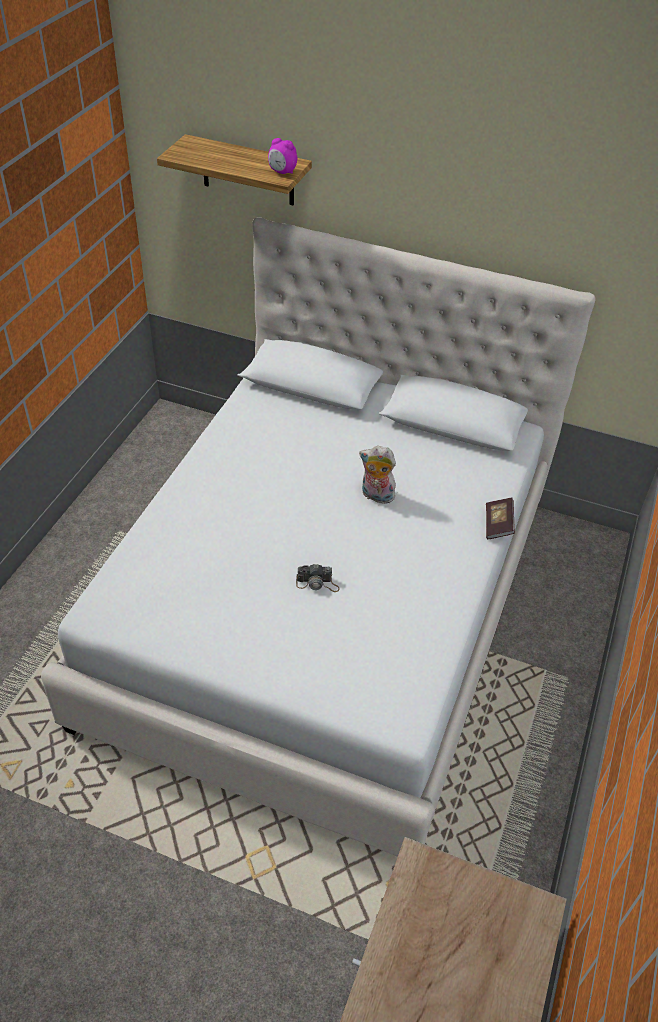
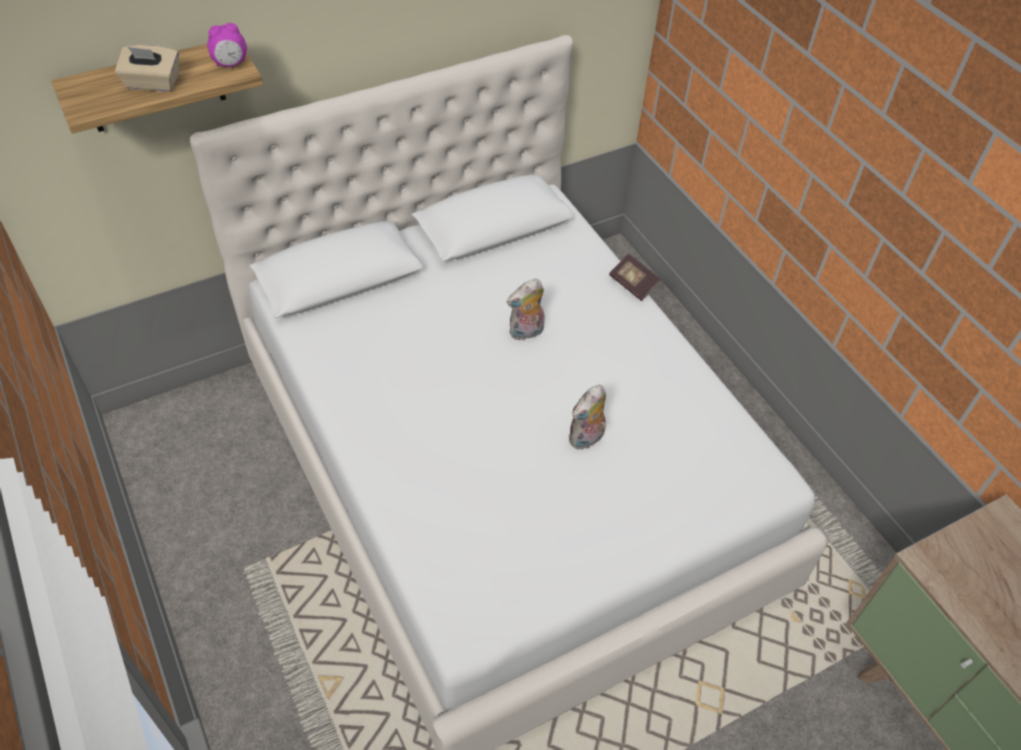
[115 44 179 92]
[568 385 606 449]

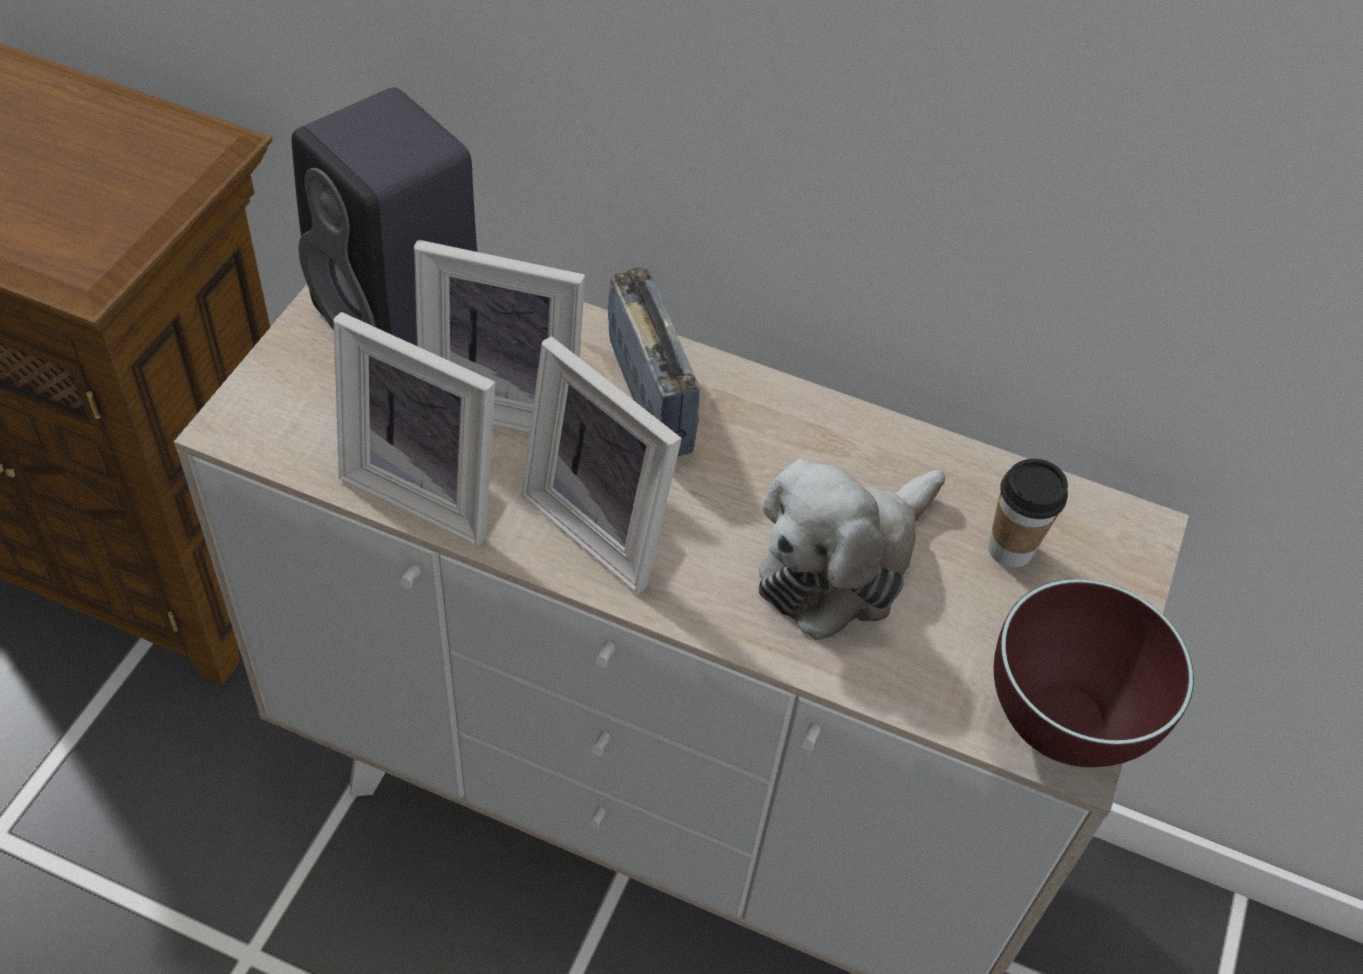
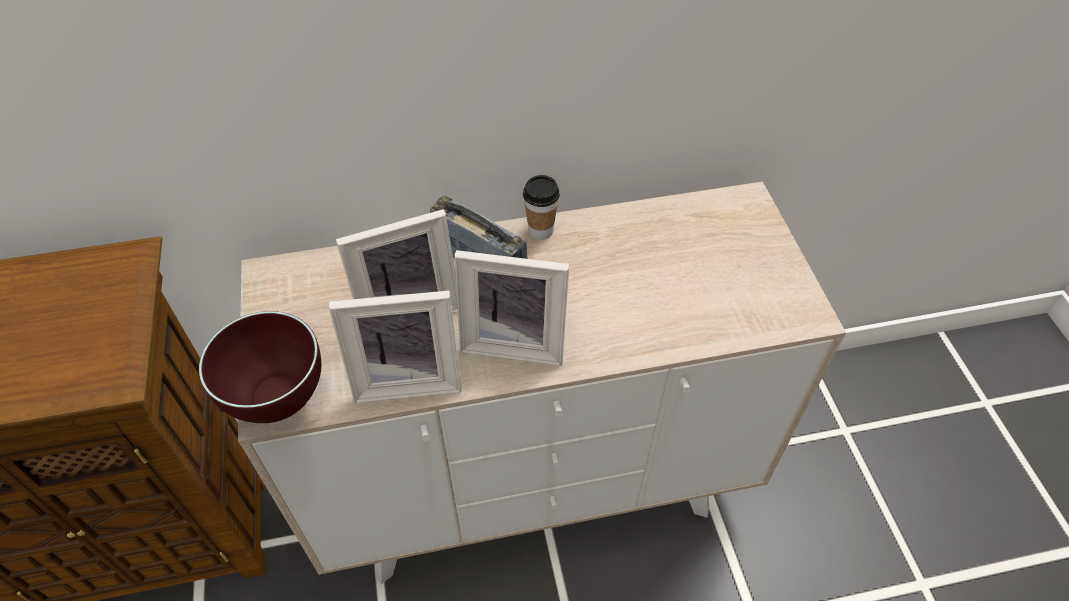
[199 311 321 423]
[523 175 560 240]
[291 87 477 346] (first image)
[759 458 945 641] (first image)

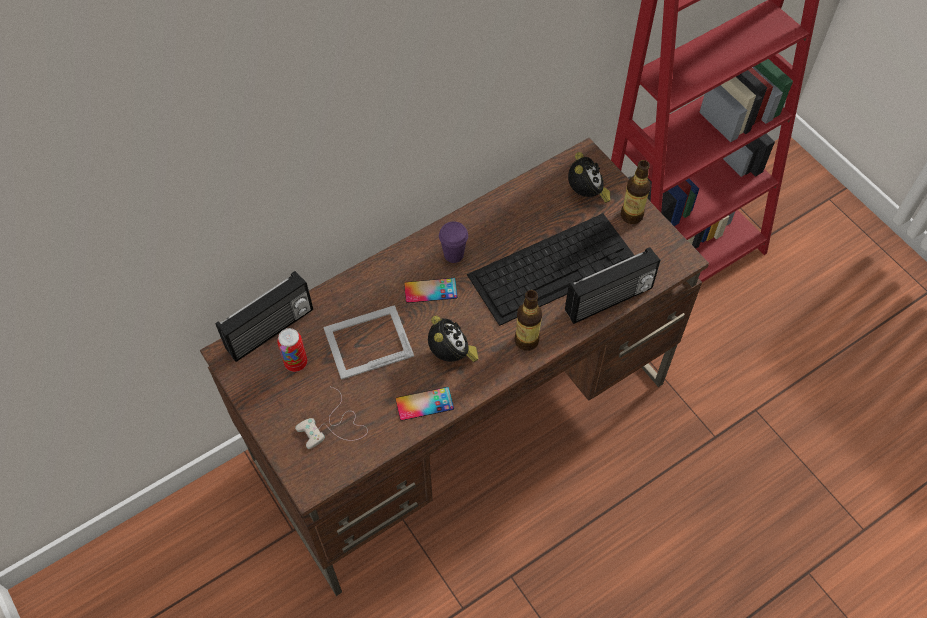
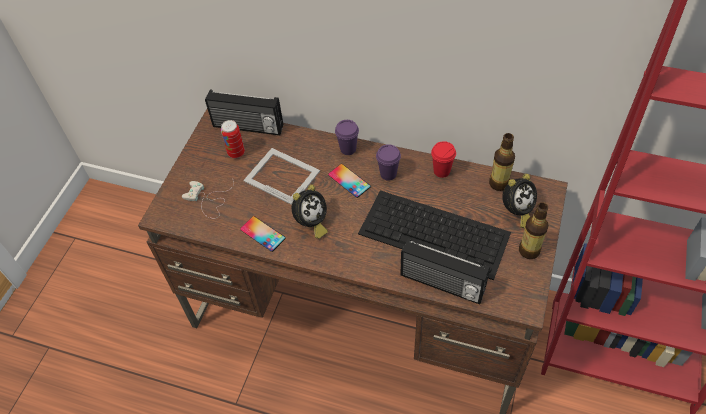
[335 120 359 155]
[431 141 456 178]
[489 133 515 191]

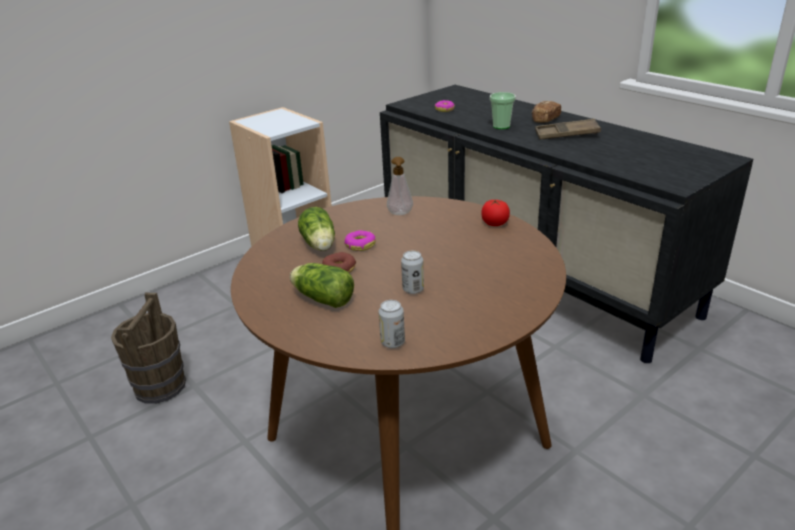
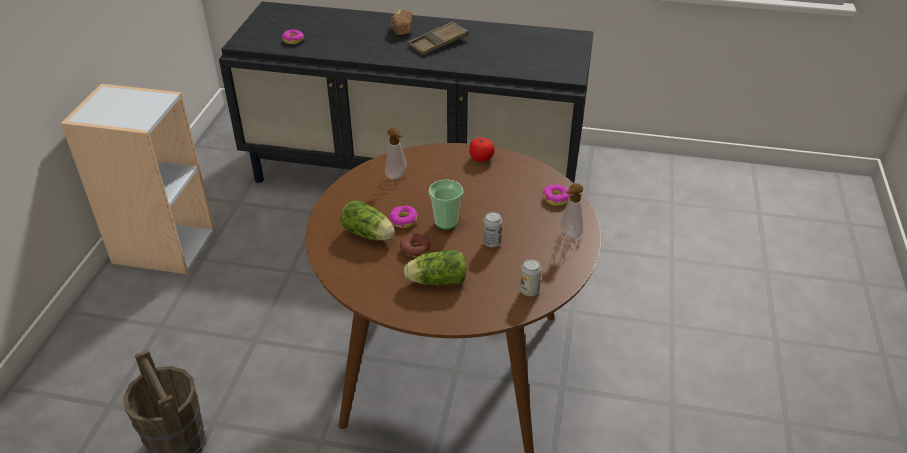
[429 179 464 230]
[543 185 570 206]
[561 183 583 239]

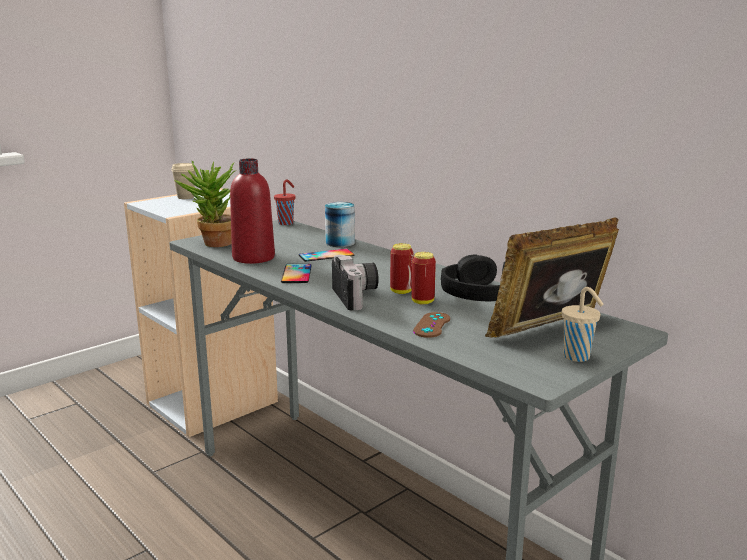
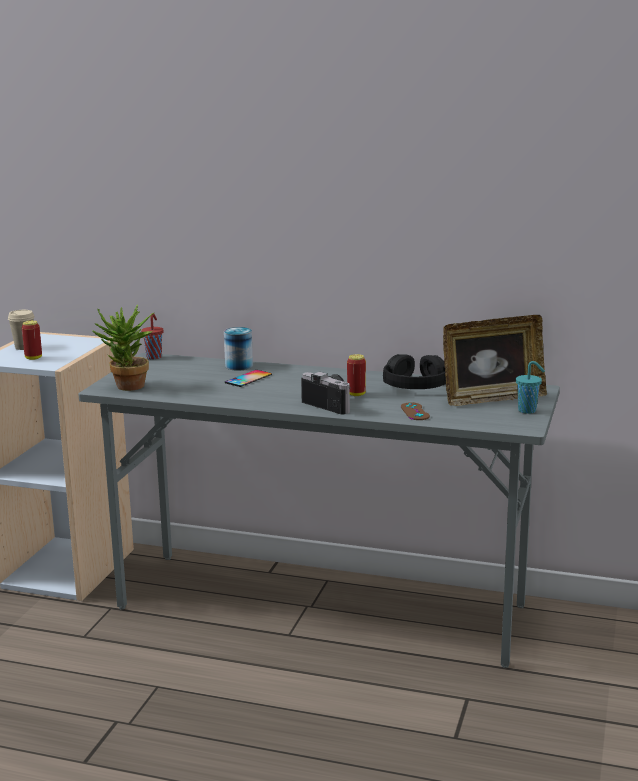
[22 320 42 360]
[443 315 547 406]
[516 361 545 414]
[230 158 275 264] (first image)
[281 264 312 283] (first image)

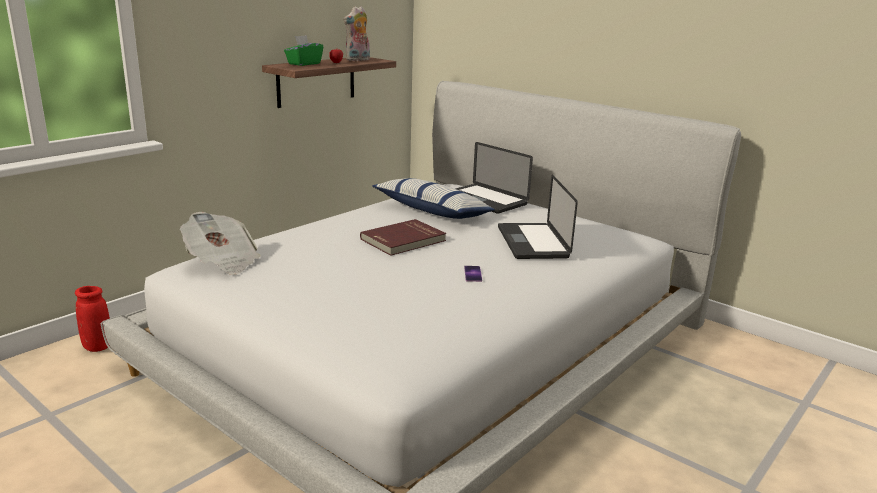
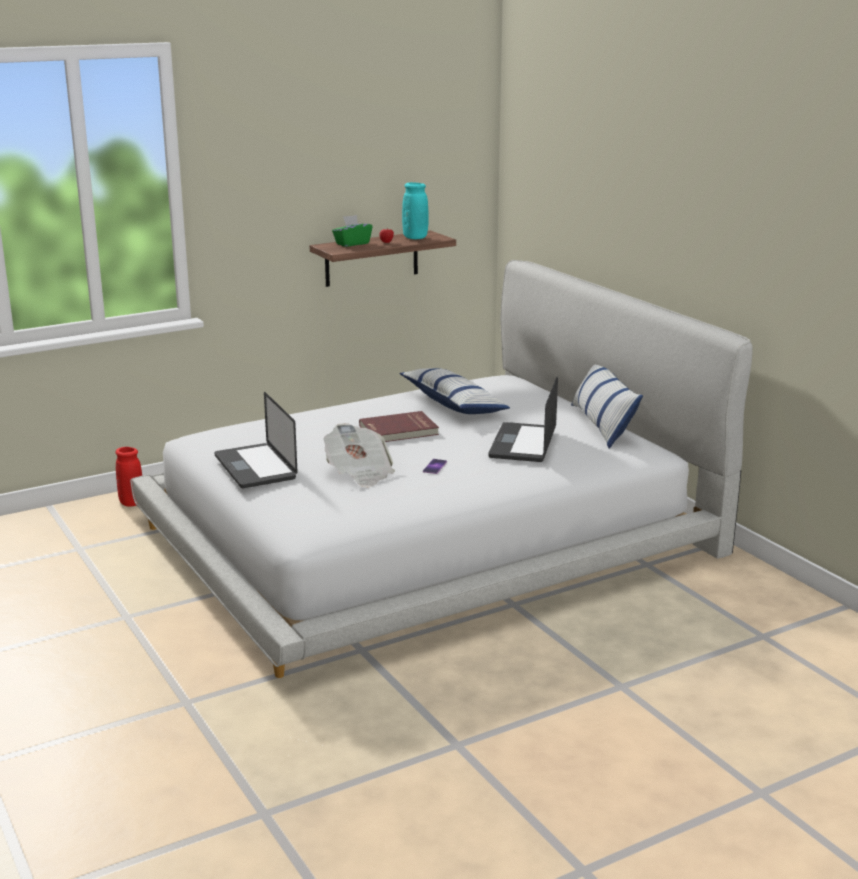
[214 392 297 488]
[323 423 395 488]
[402 182 429 239]
[571 365 643 449]

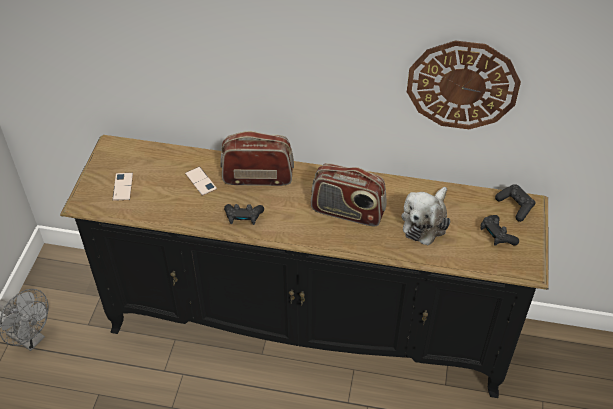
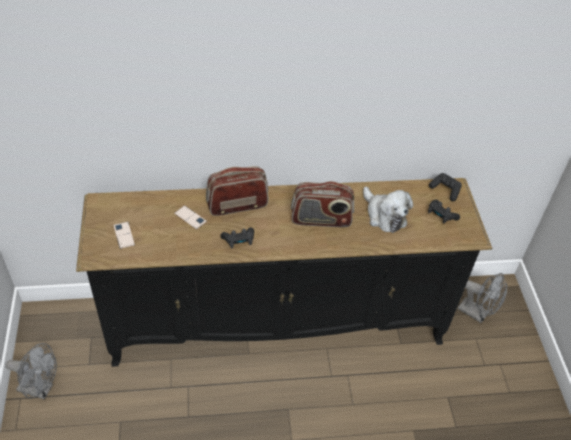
[363 187 413 233]
[458 273 507 323]
[407 40 521 129] (first image)

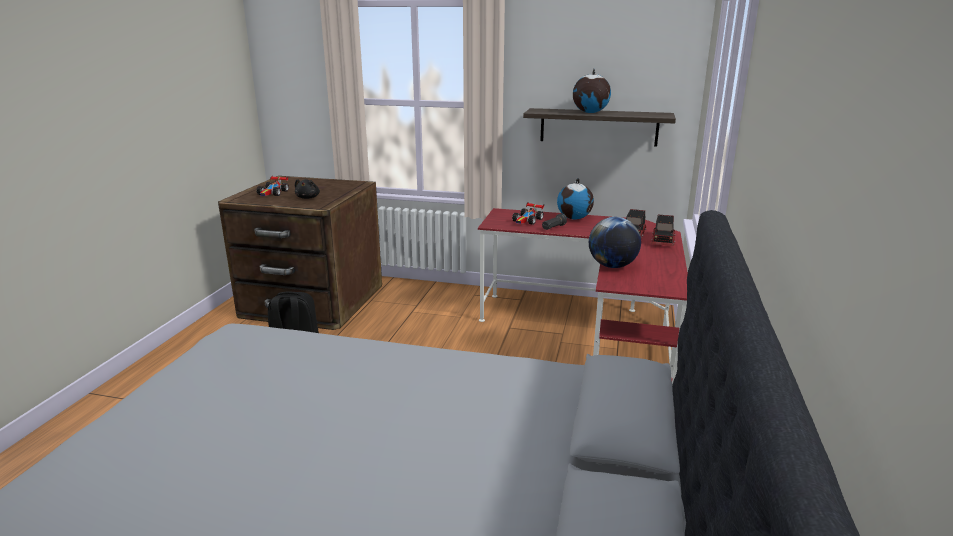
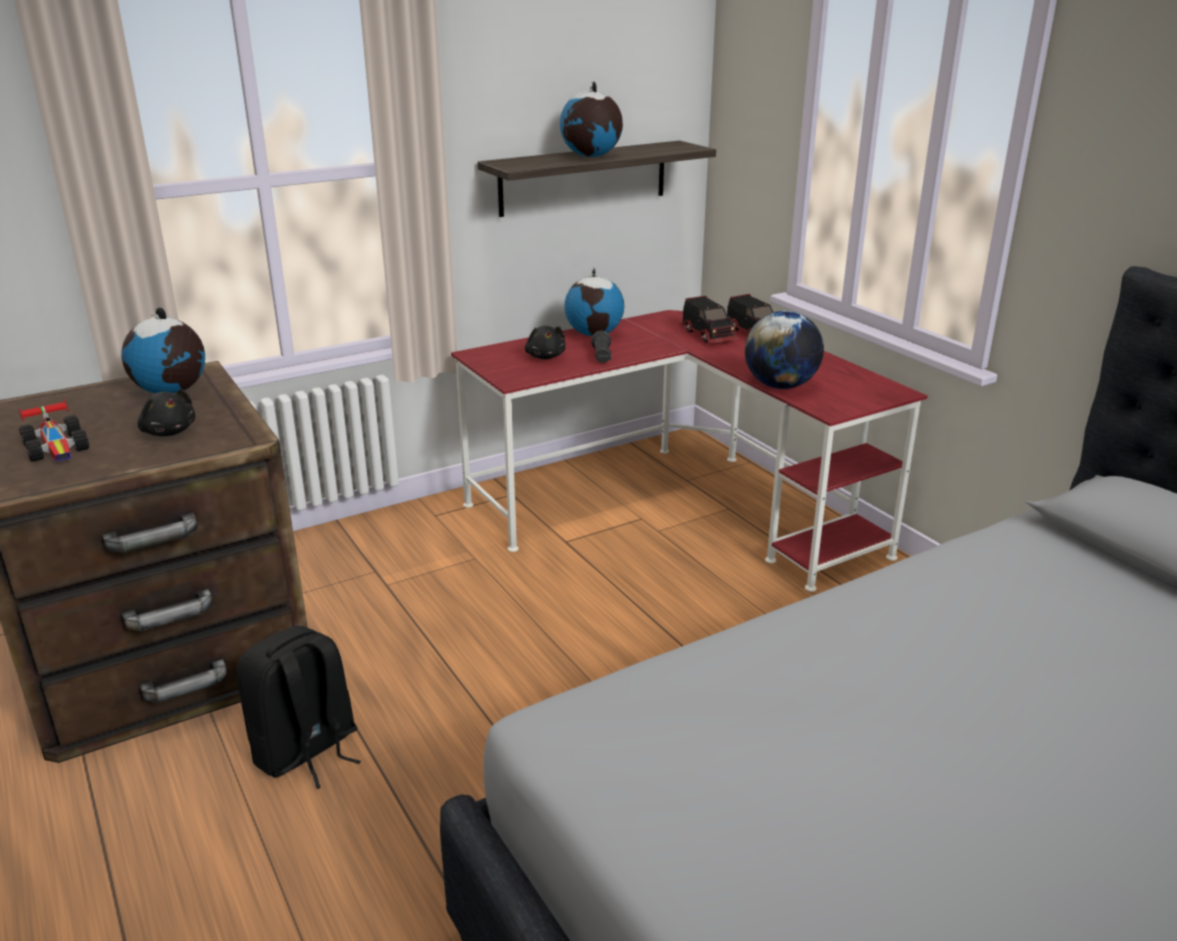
[122 307 205 394]
[525 326 566 359]

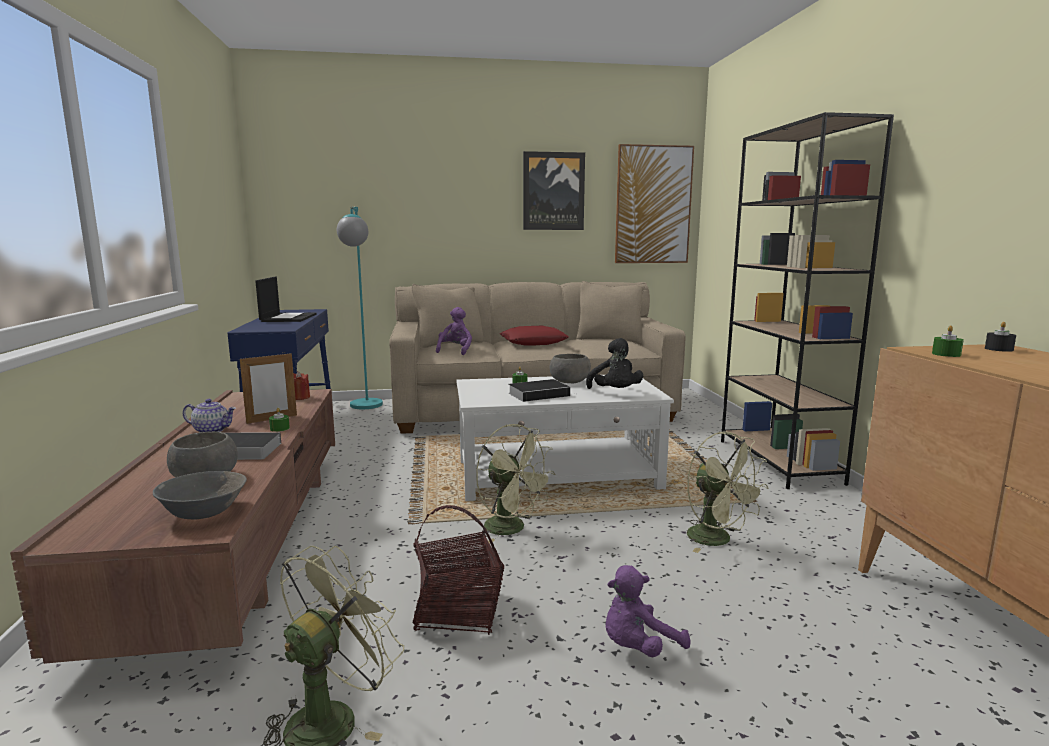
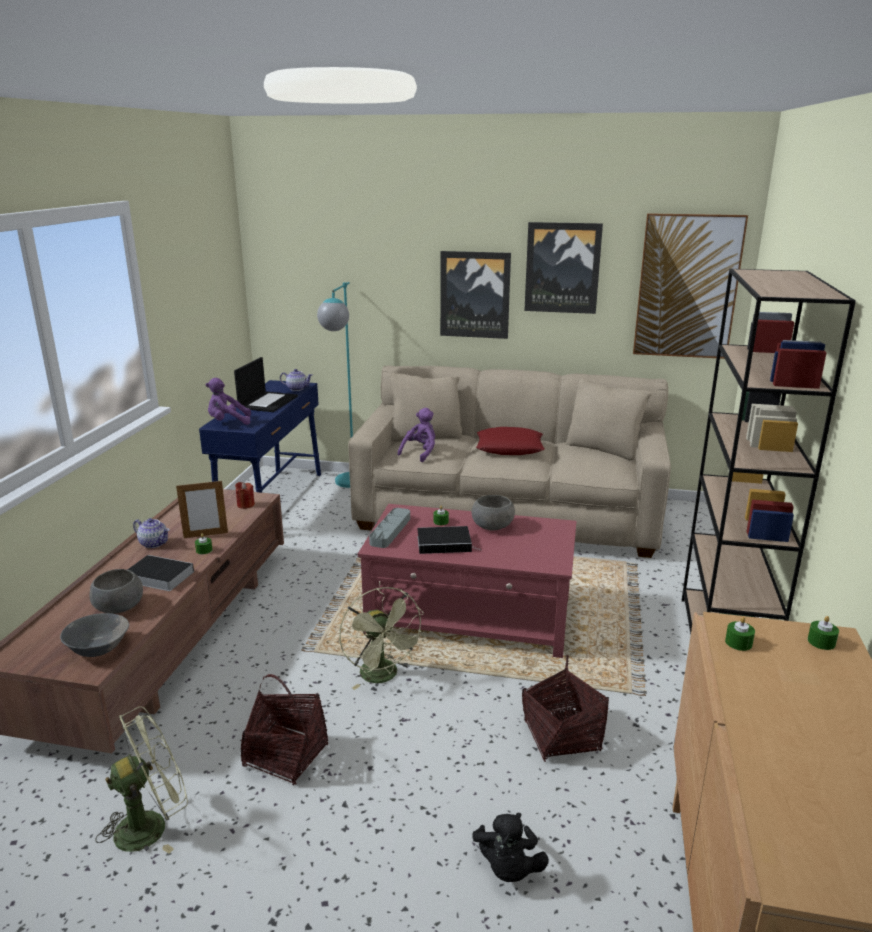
[206 378 251 425]
[280 369 312 391]
[358 504 577 658]
[369 508 410 548]
[440 251 511 339]
[472 813 549 882]
[522 655 609 762]
[808 616 839 650]

